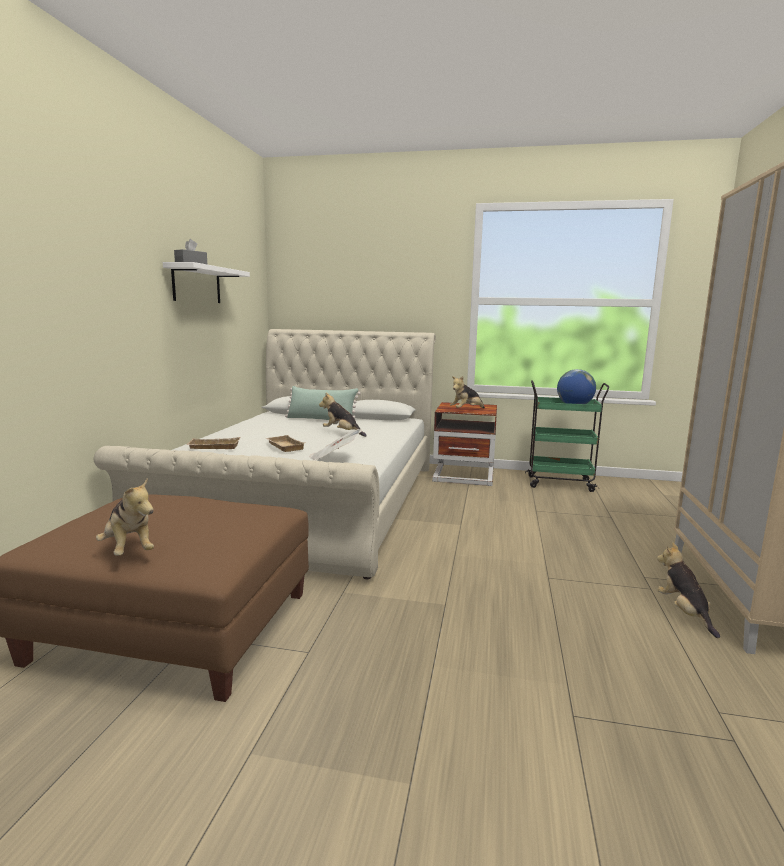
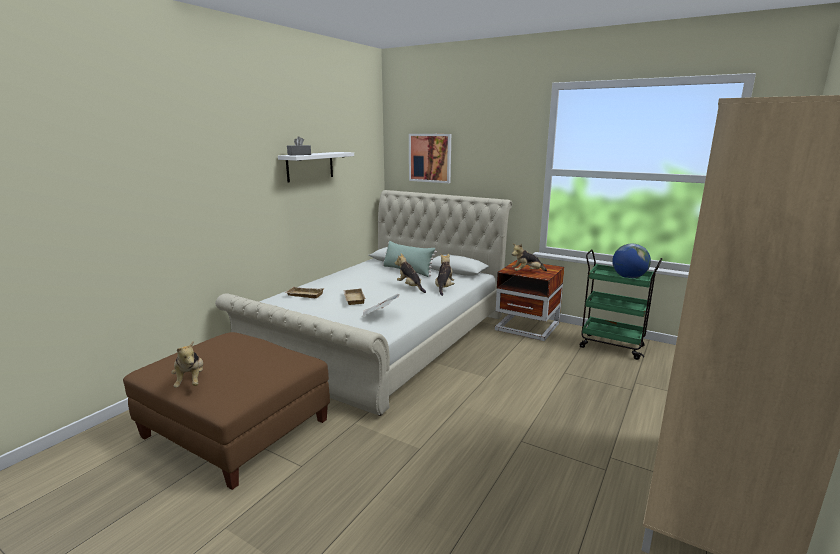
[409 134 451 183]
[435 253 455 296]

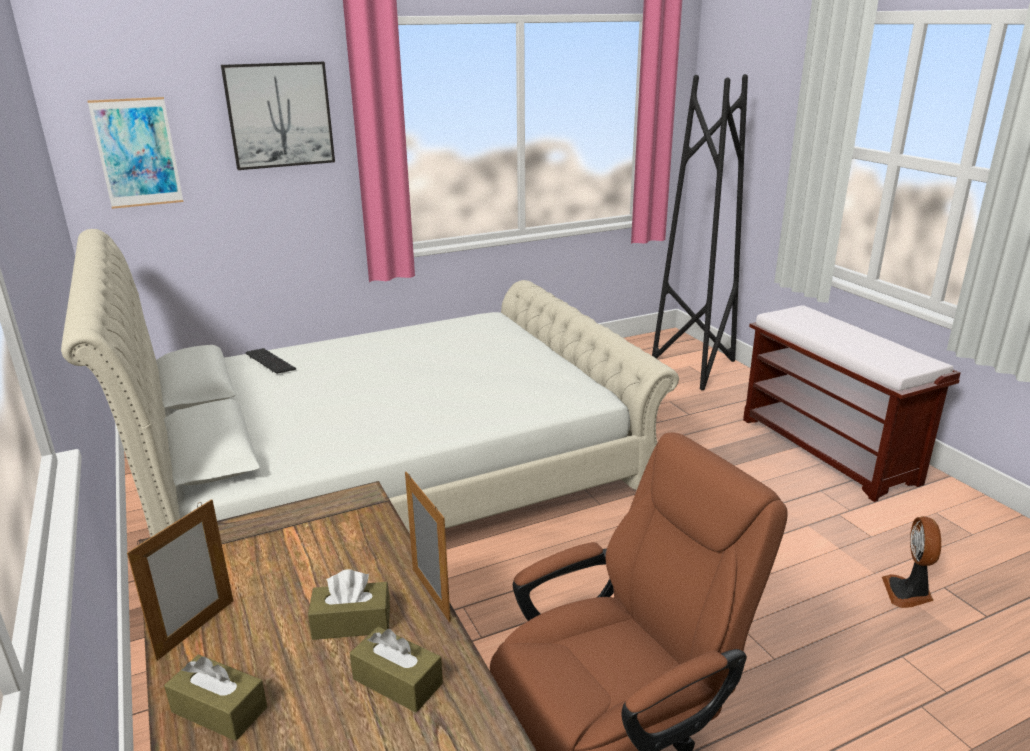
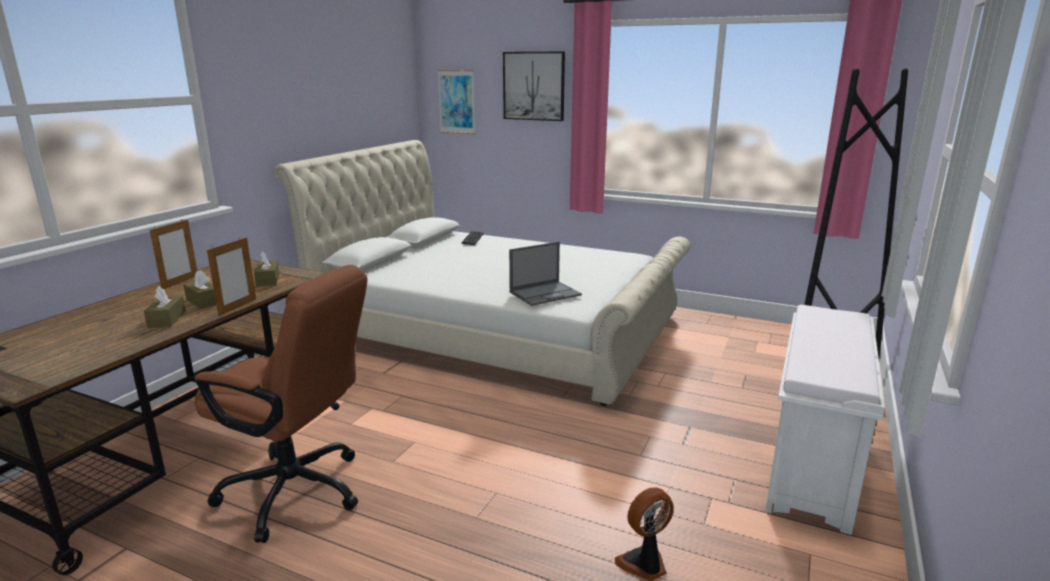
[150 219 197 289]
[254 252 279 287]
[509 242 582 306]
[765 305 885 535]

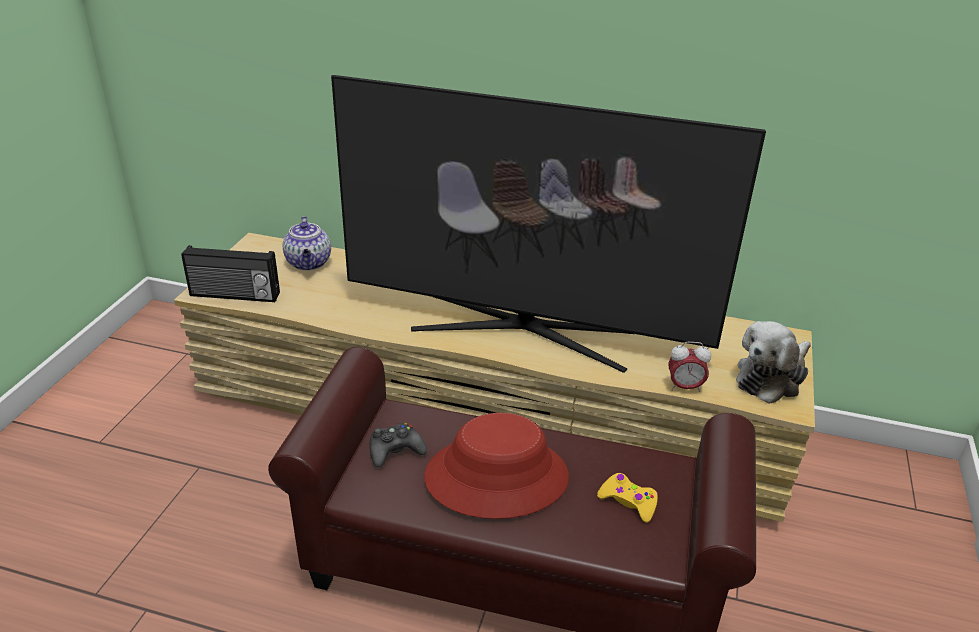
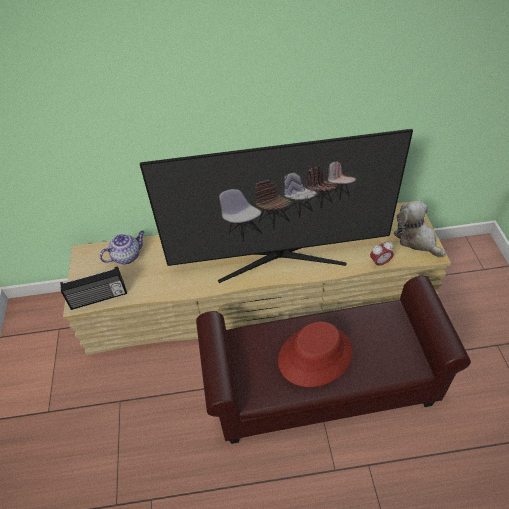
[100 230 145 265]
[394 201 446 258]
[370 423 427 467] (first image)
[597 473 658 523] (first image)

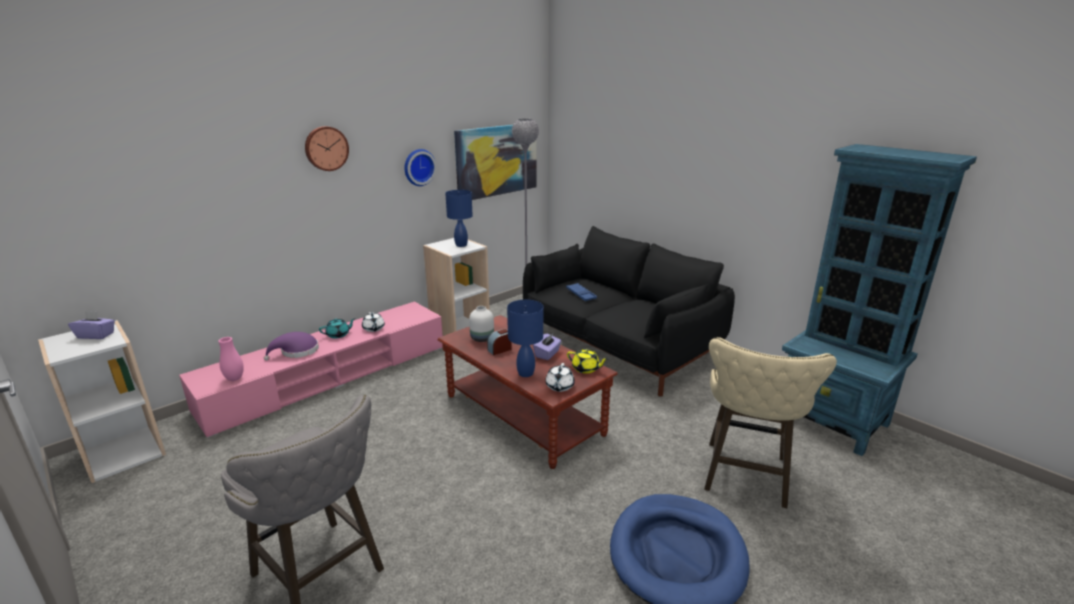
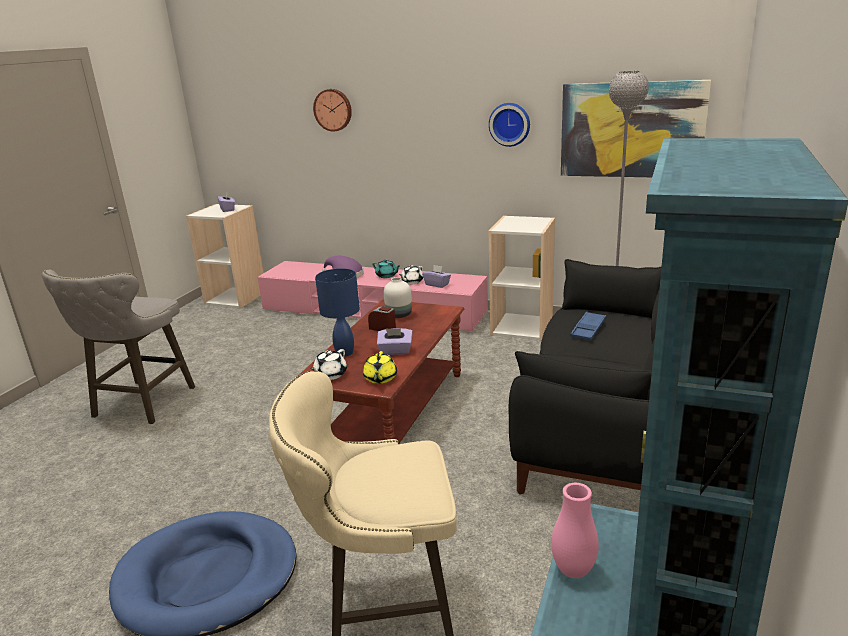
[310 349 347 380]
[313 89 352 132]
[422 265 451 288]
[551 483 599 578]
[445 190 473 247] (first image)

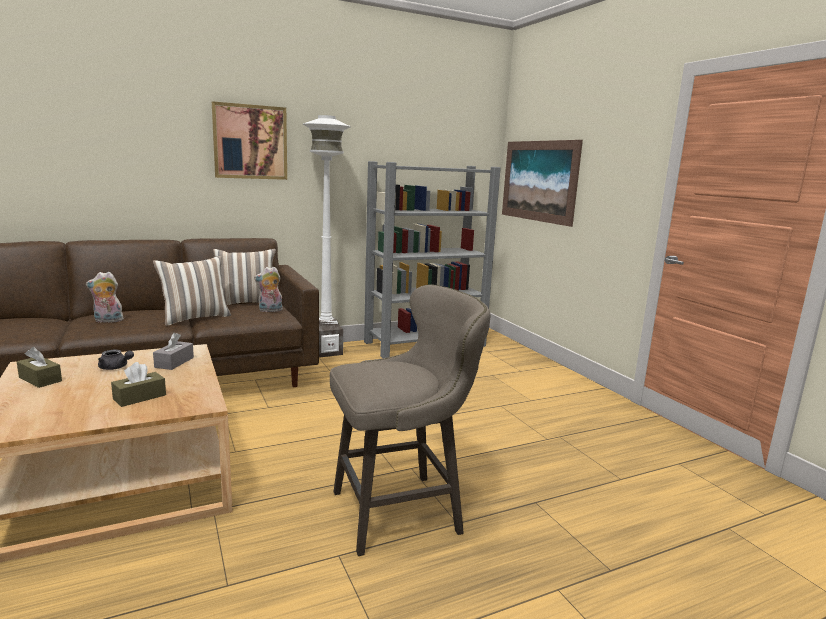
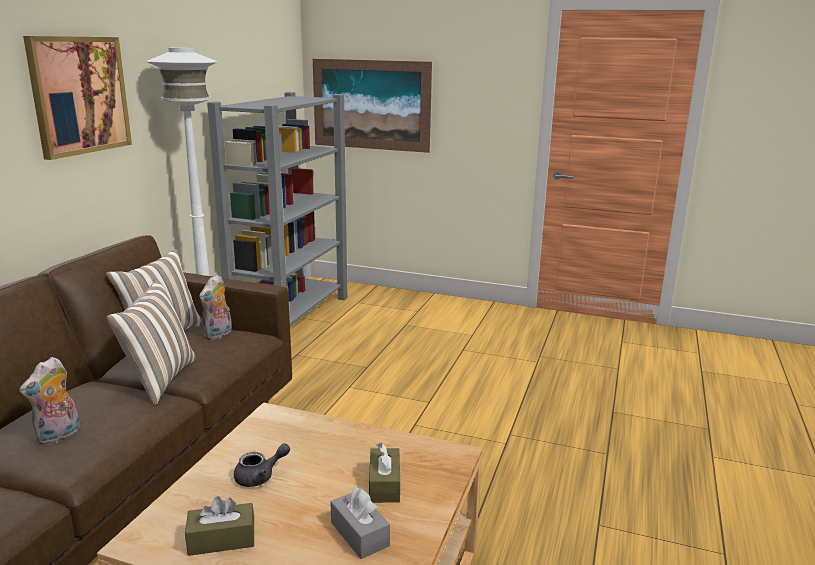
[330 487 390 559]
[330 284 490 556] (first image)

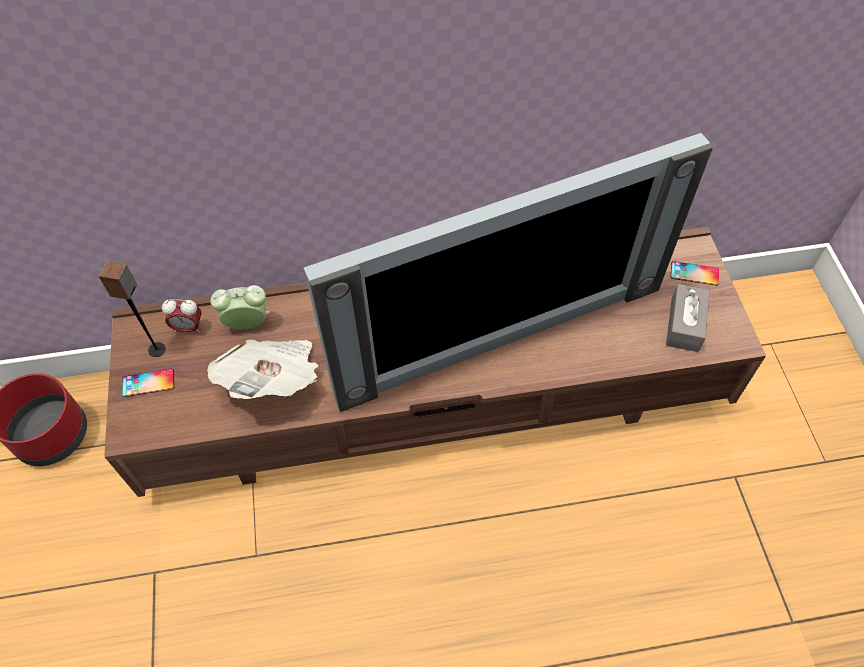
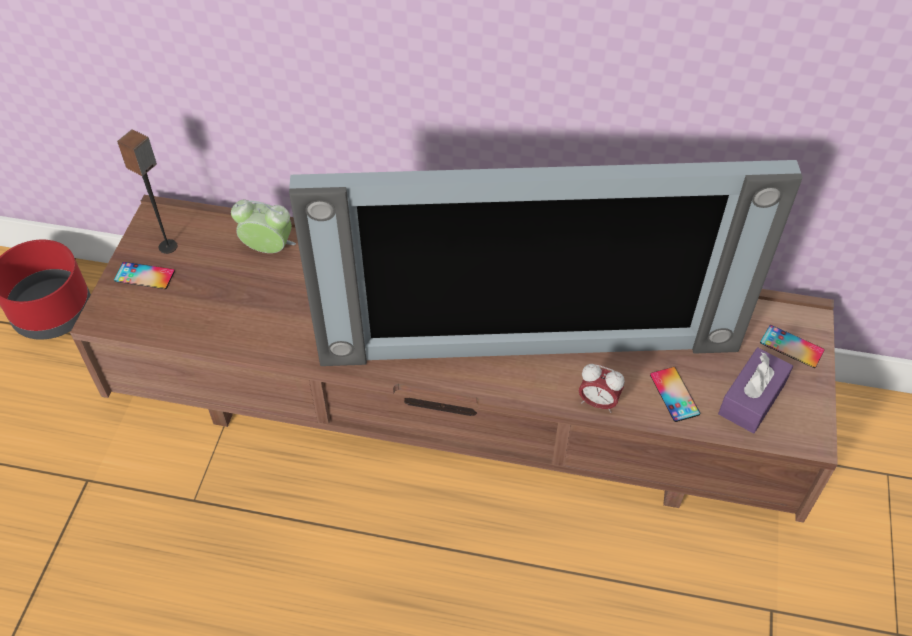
[579 364 625 413]
[650 367 700 422]
[718 348 793 434]
[207 339 318 399] (first image)

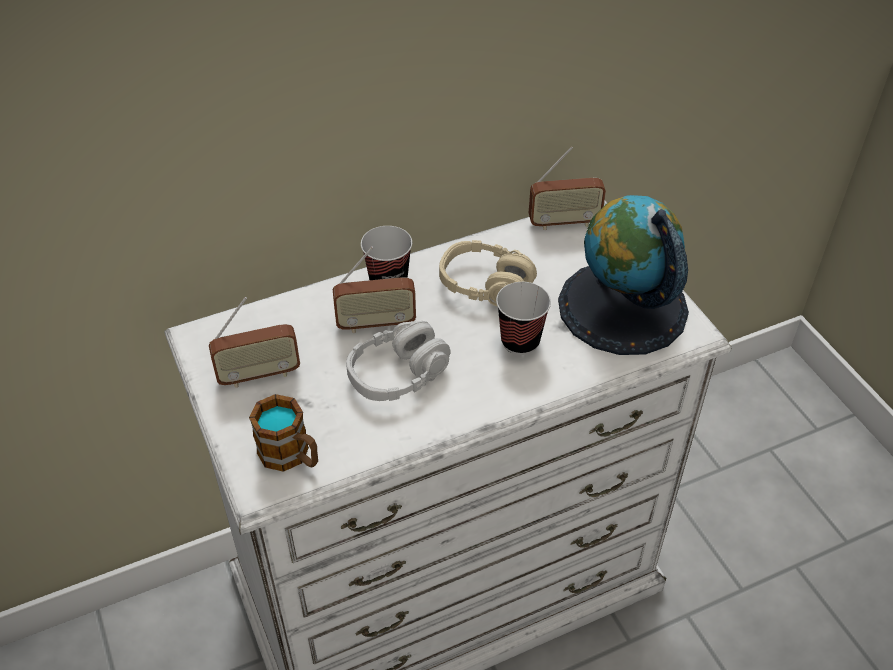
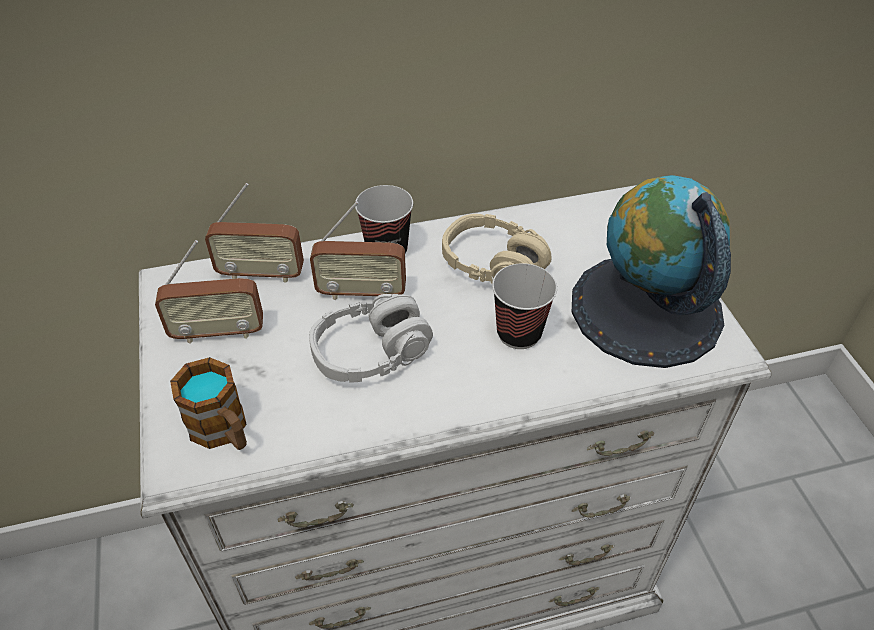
[205 183 304 283]

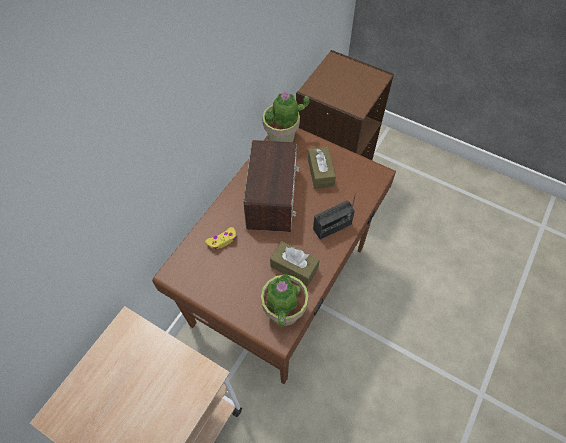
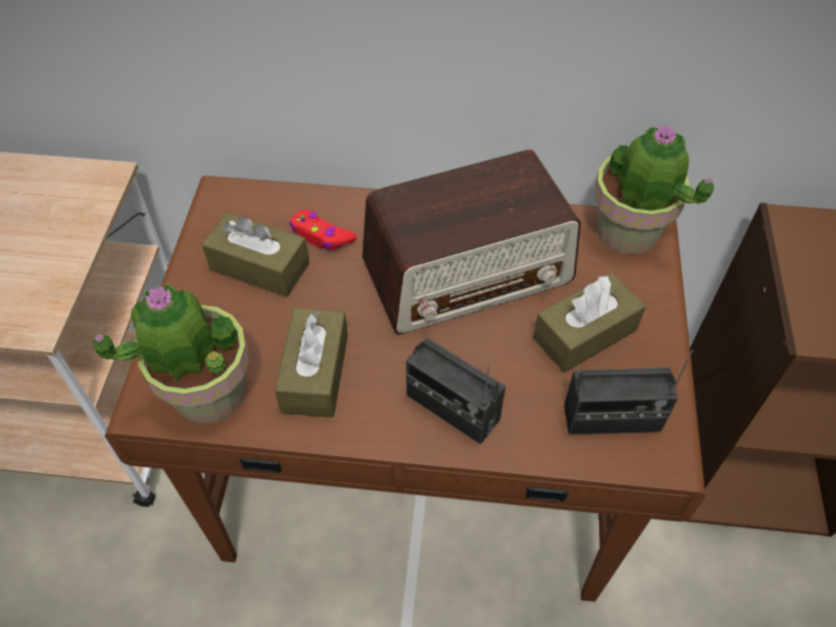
[202 212 310 297]
[289 210 357 250]
[564 350 694 435]

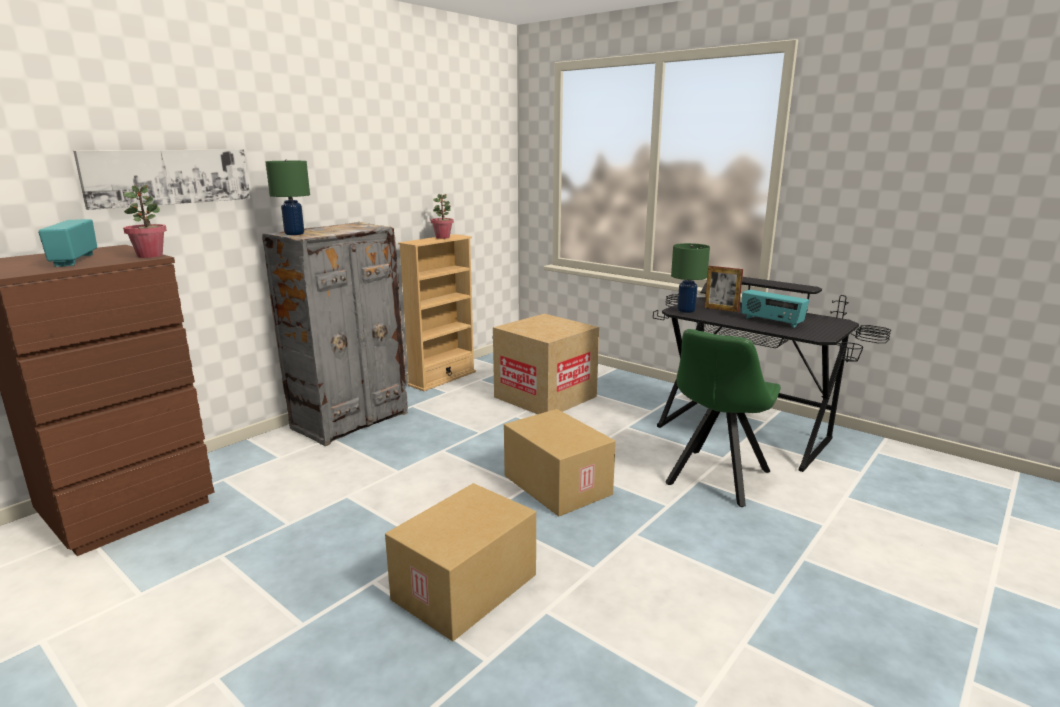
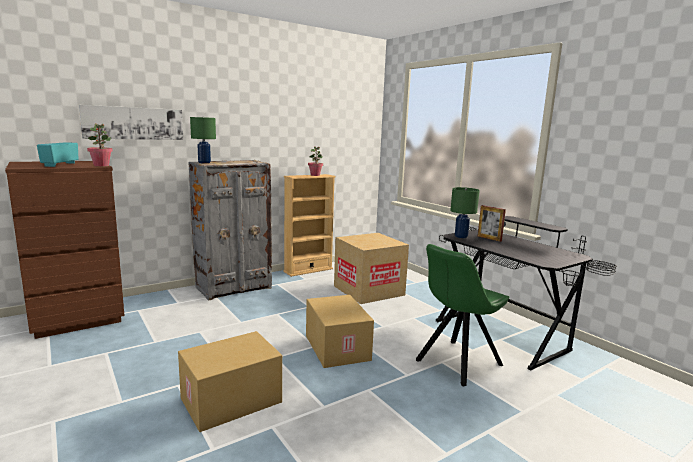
[742 290 809 328] (first image)

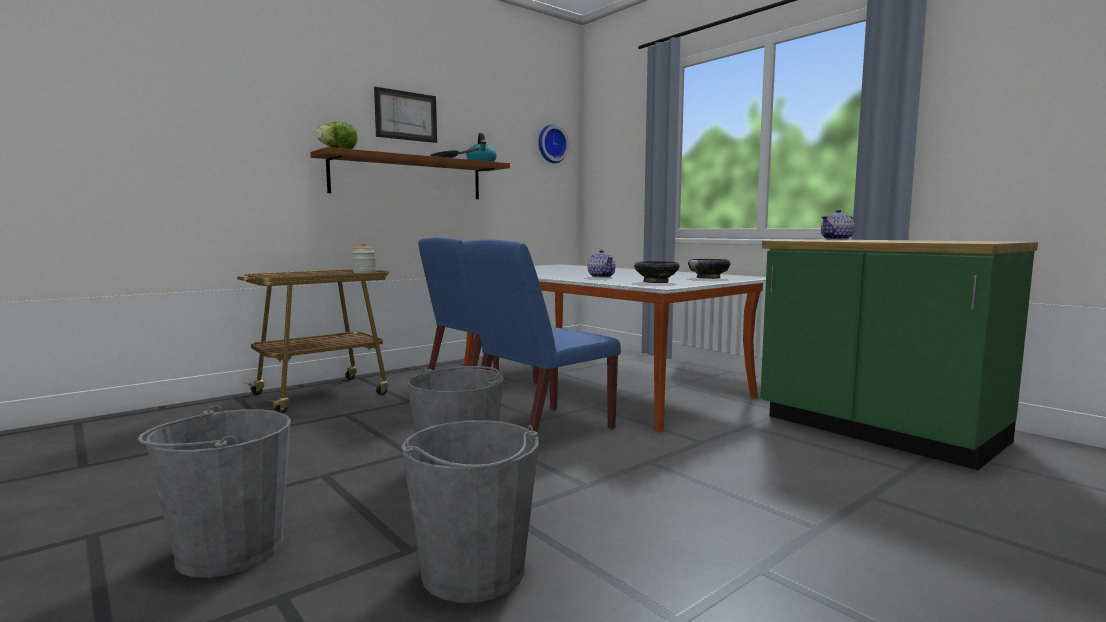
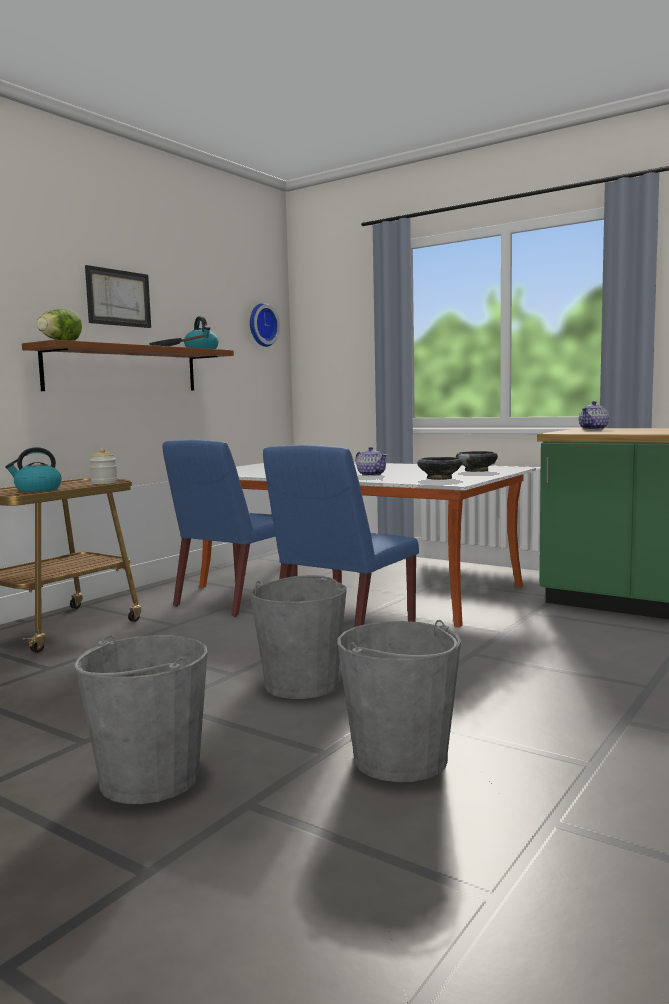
[5 447 62 492]

